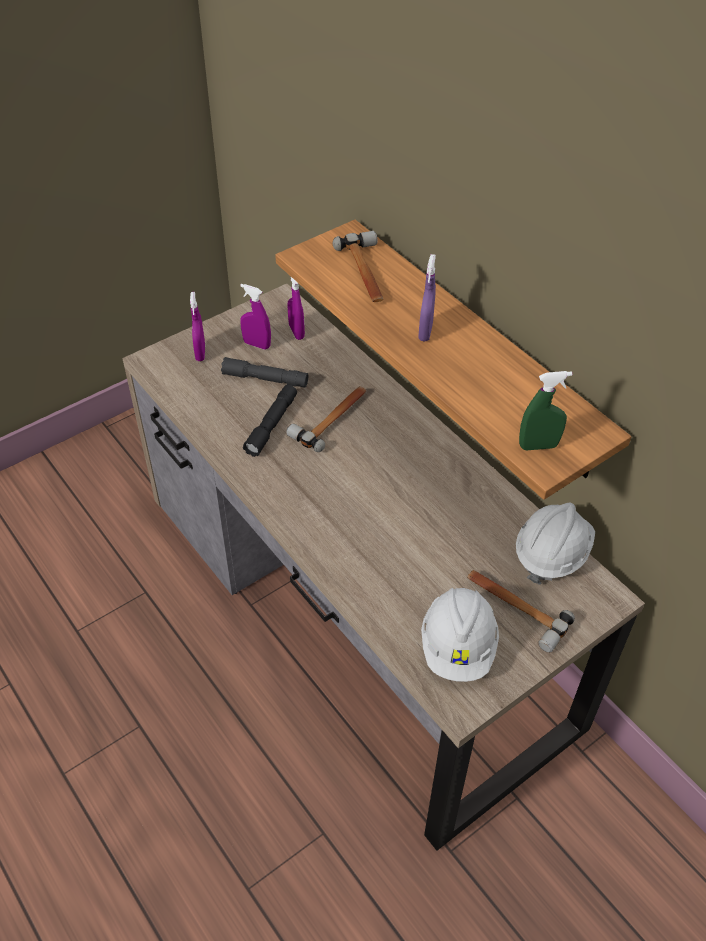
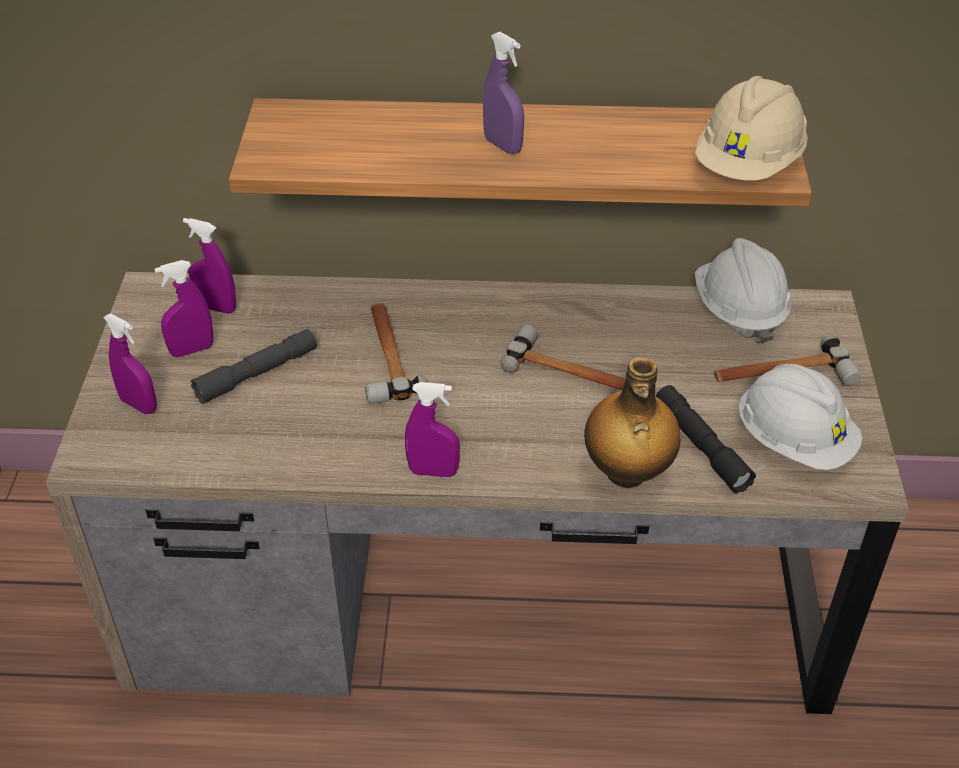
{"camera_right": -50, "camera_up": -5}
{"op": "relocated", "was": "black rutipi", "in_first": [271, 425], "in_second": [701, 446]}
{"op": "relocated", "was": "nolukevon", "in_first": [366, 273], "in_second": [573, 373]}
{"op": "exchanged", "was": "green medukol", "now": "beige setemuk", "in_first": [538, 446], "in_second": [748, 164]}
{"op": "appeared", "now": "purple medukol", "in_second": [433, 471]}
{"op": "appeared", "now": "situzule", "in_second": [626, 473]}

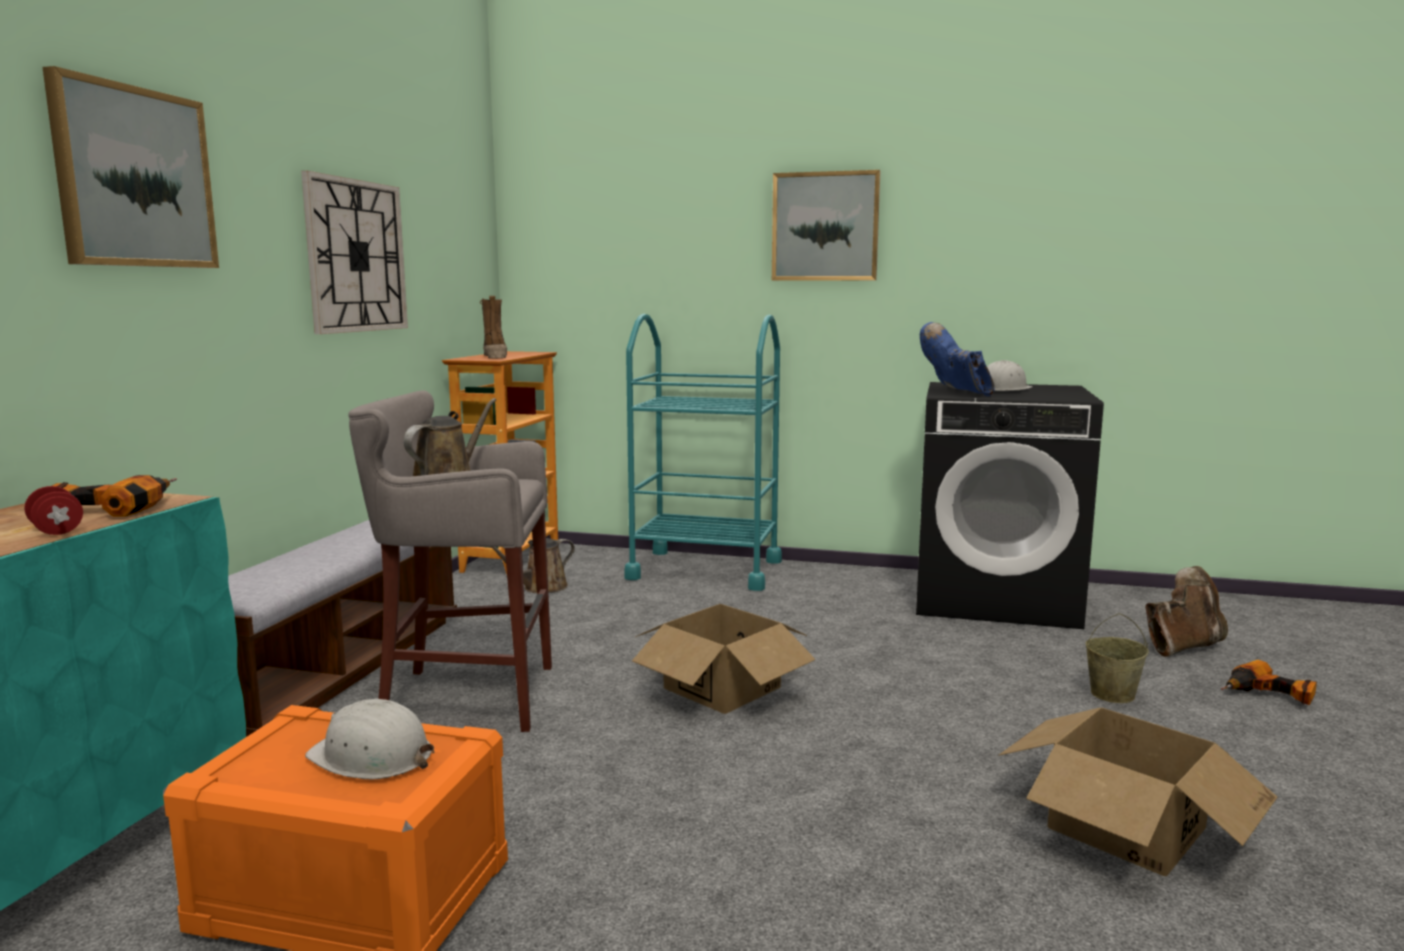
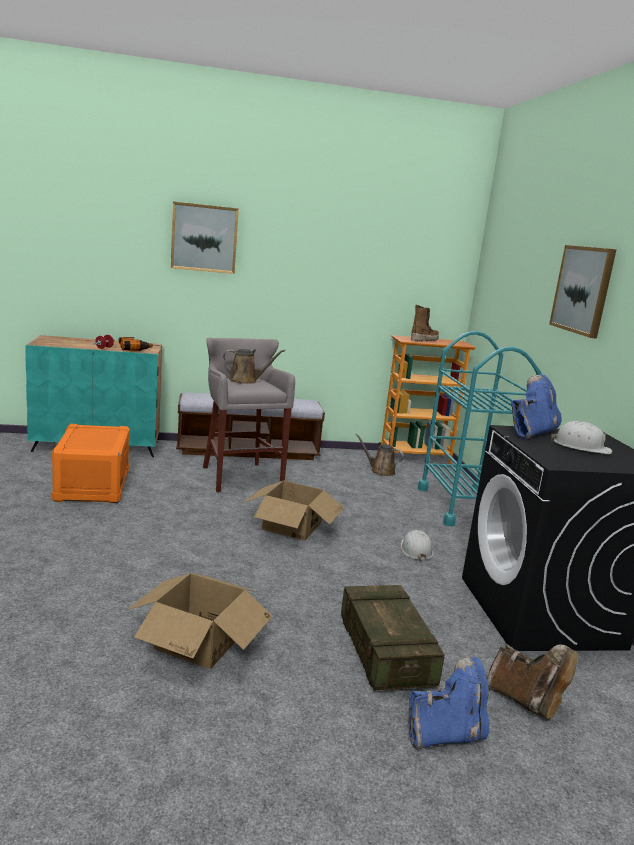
{"camera_right": 65, "camera_up": 5}
{"op": "missing", "was": "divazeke", "in_first": [356, 256]}
{"op": "relocated", "was": "white setemuk", "in_first": [371, 756], "in_second": [415, 550]}
{"op": "exchanged", "was": "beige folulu", "now": "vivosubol", "in_first": [1112, 694], "in_second": [385, 653]}
{"op": "exchanged", "was": "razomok", "now": "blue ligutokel", "in_first": [1268, 696], "in_second": [446, 734]}

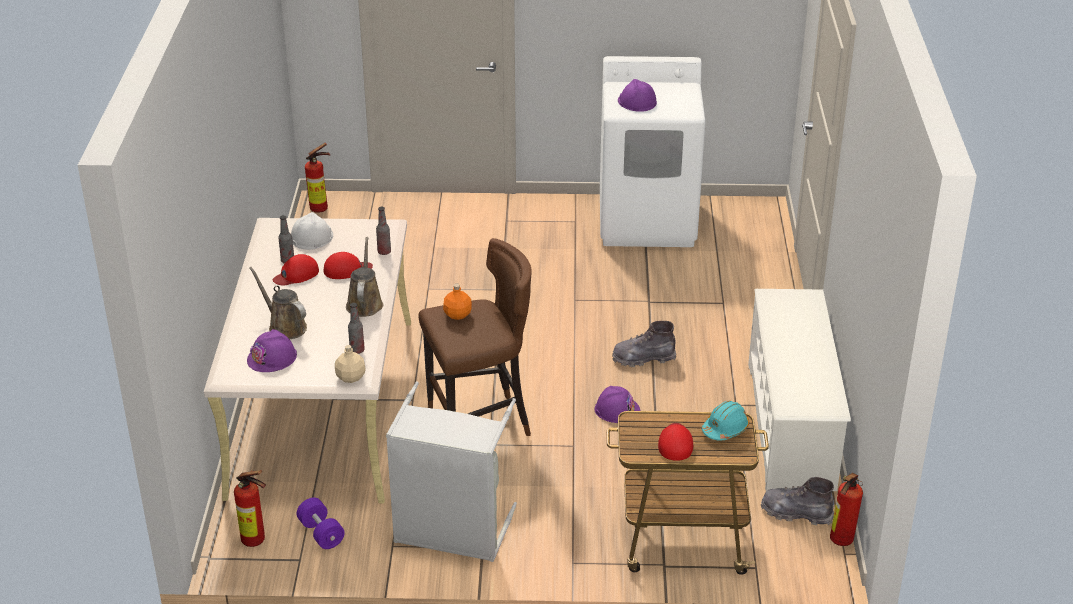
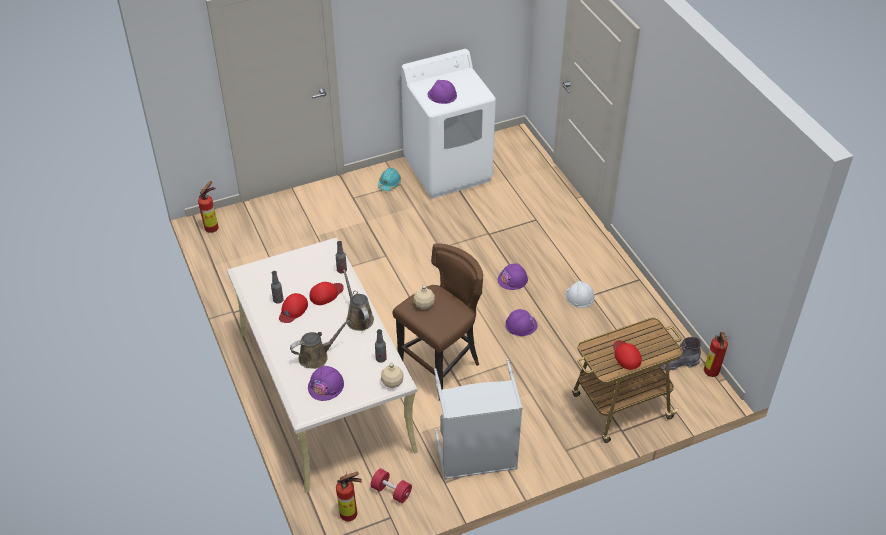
{"camera_right": -25, "camera_up": 10}
{"op": "spun", "was": "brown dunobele", "in_first": [285, 326], "in_second": [316, 356], "clockwise": 135}
{"op": "relocated", "was": "white setemuk", "in_first": [311, 237], "in_second": [579, 296]}
{"op": "colour", "was": "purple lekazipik", "now": "red lekazipik", "in_first": [321, 533], "in_second": [391, 491]}
{"op": "colour", "was": "orange situzule", "now": "beige situzule", "in_first": [457, 315], "in_second": [424, 305]}
{"op": "exchanged", "was": "grey ligutokel", "now": "purple setemuk", "in_first": [643, 358], "in_second": [513, 279]}
{"op": "relocated", "was": "turquoise setemuk", "in_first": [725, 429], "in_second": [389, 183]}
{"op": "missing", "was": "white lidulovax", "in_first": [791, 426]}

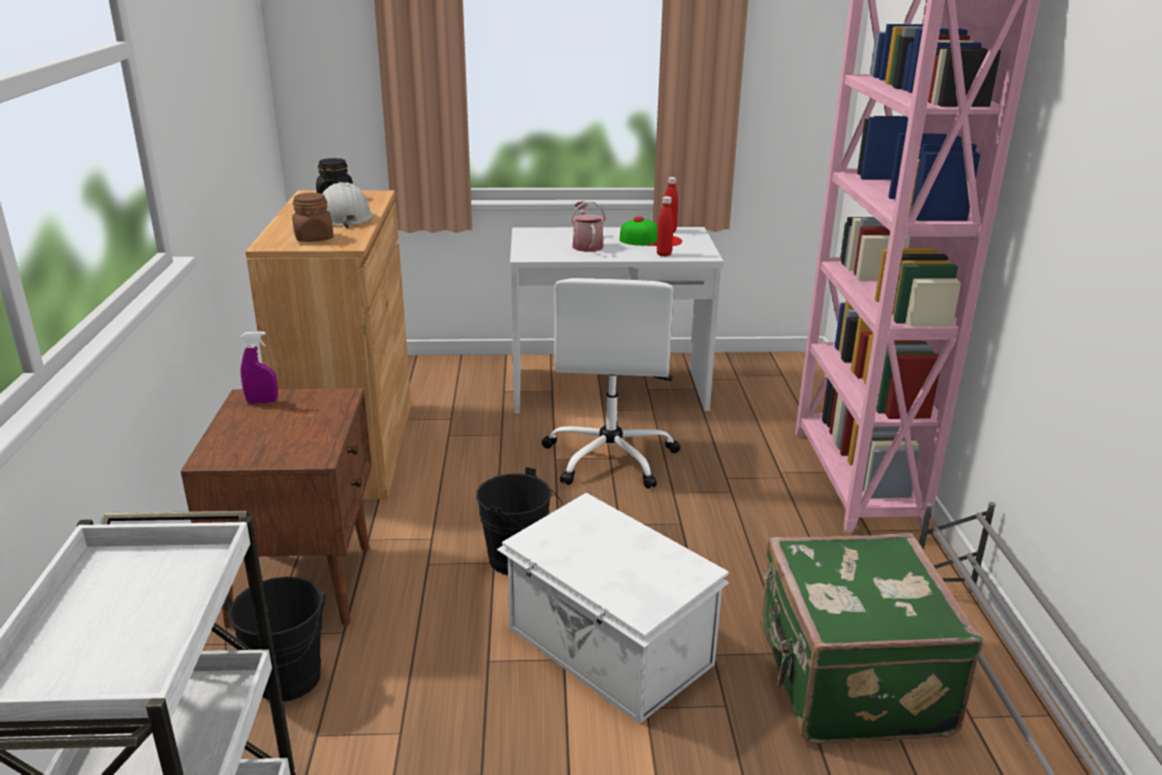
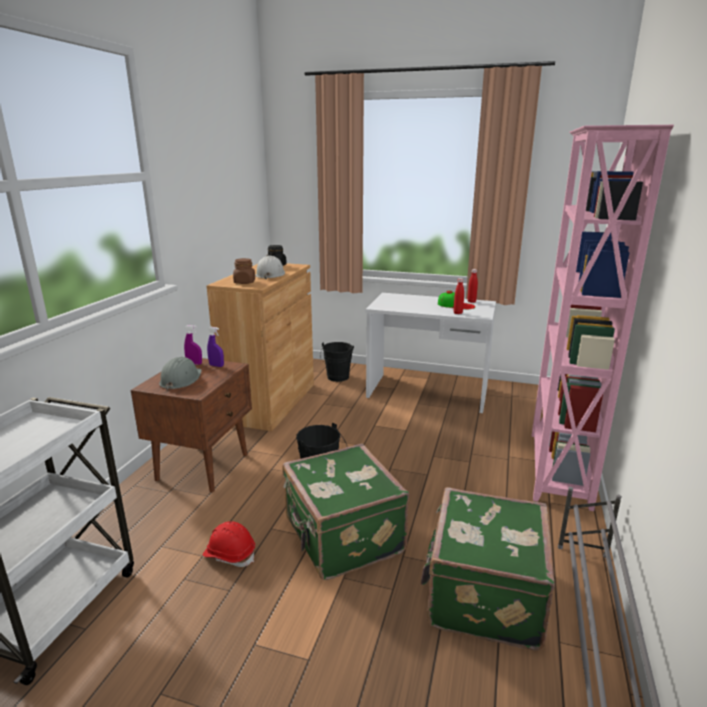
{"camera_right": 20, "camera_up": -5}
{"op": "relocated", "was": "black folulu", "in_first": [286, 684], "in_second": [337, 378]}
{"op": "exchanged", "was": "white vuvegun", "now": "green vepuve", "in_first": [608, 648], "in_second": [342, 537]}
{"op": "missing", "was": "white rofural", "in_first": [610, 457]}
{"op": "missing", "was": "dunobele", "in_first": [586, 245]}
{"op": "appeared", "now": "grey setemuk", "in_second": [180, 379]}
{"op": "appeared", "now": "red setemuk", "in_second": [230, 554]}
{"op": "appeared", "now": "purple medukol", "in_second": [216, 365]}

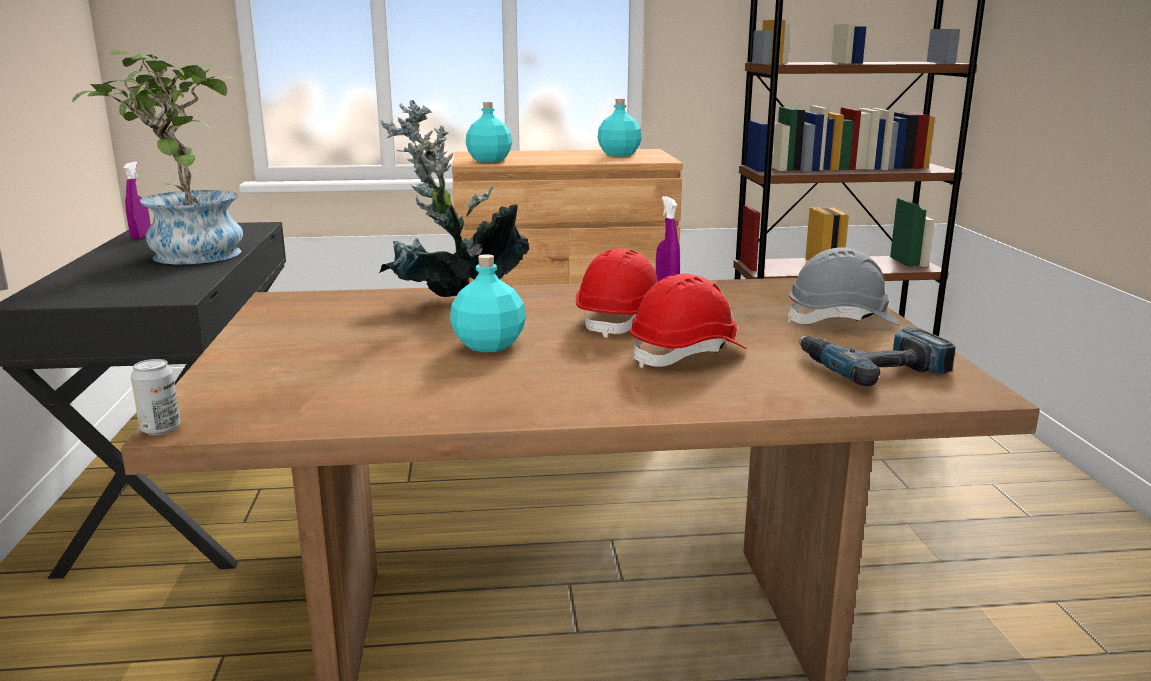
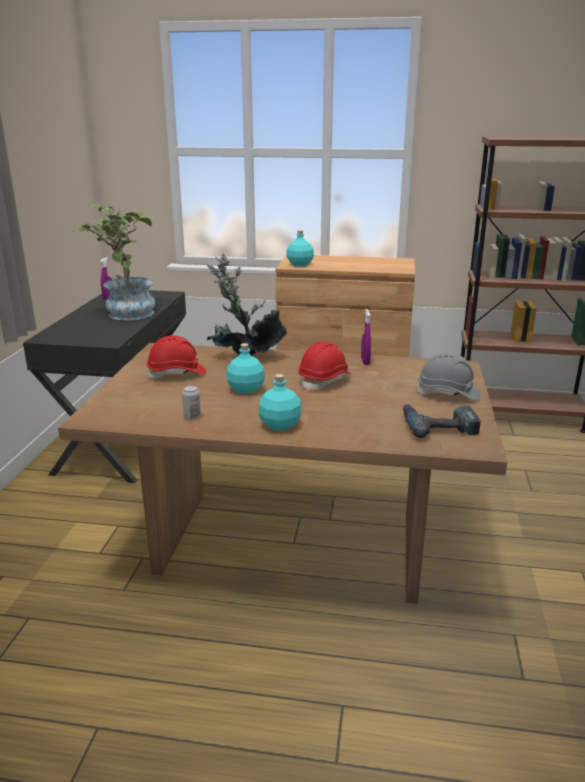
{"camera_right": 15, "camera_up": 5}
{"op": "relocated", "was": "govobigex", "in_first": [160, 429], "in_second": [192, 417]}
{"op": "relocated", "was": "turquoise situzule", "in_first": [618, 154], "in_second": [279, 425]}
{"op": "relocated", "was": "red setemuk", "in_first": [687, 354], "in_second": [177, 374]}

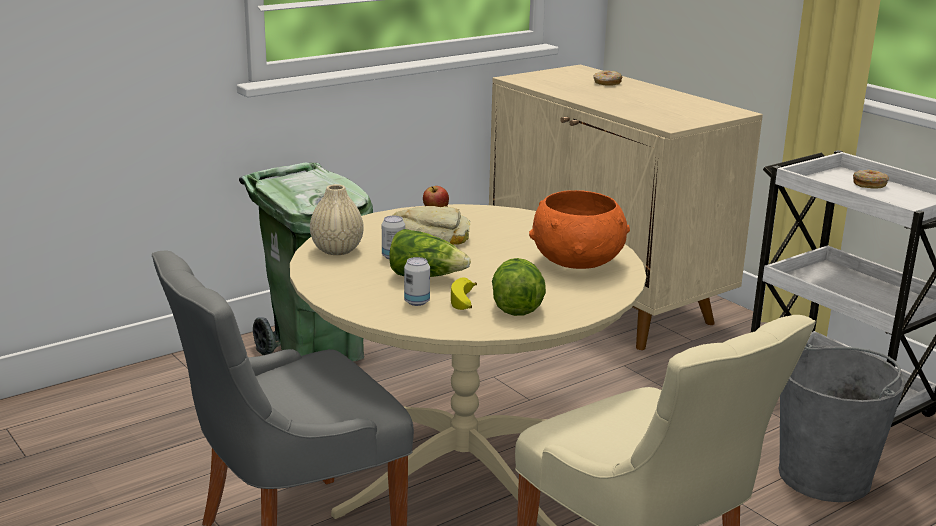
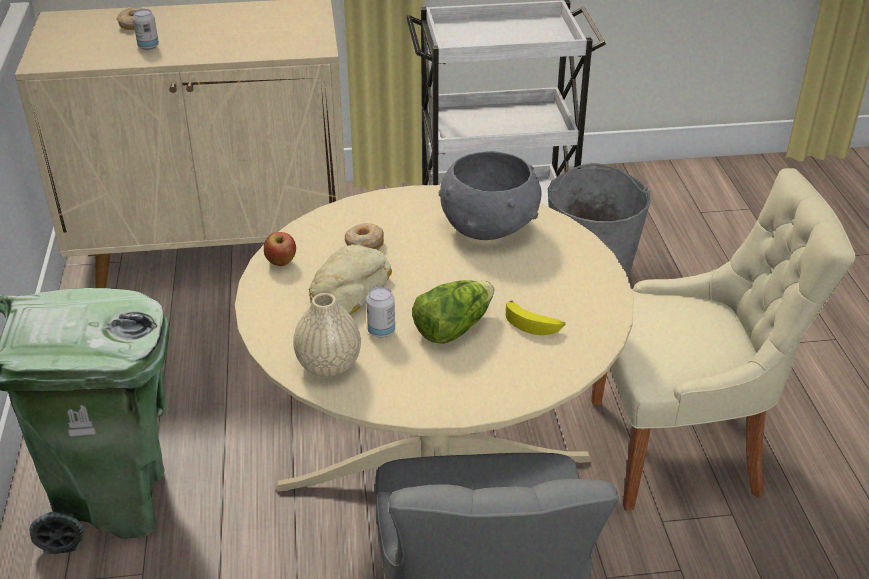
{"camera_right": -60, "camera_up": 15}
{"op": "relocated", "was": "govobigex", "in_first": [417, 302], "in_second": [148, 46]}
{"op": "missing", "was": "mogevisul", "in_first": [515, 304]}
{"op": "colour", "was": "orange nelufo", "now": "grey nelufo", "in_first": [577, 263], "in_second": [489, 228]}
{"op": "relocated", "was": "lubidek", "in_first": [869, 184], "in_second": [364, 244]}

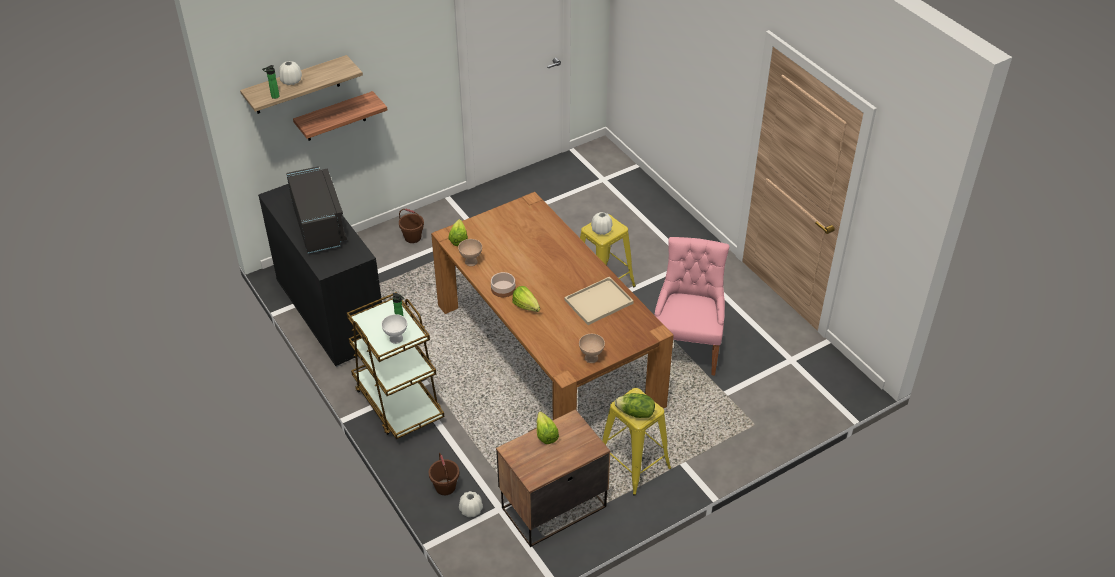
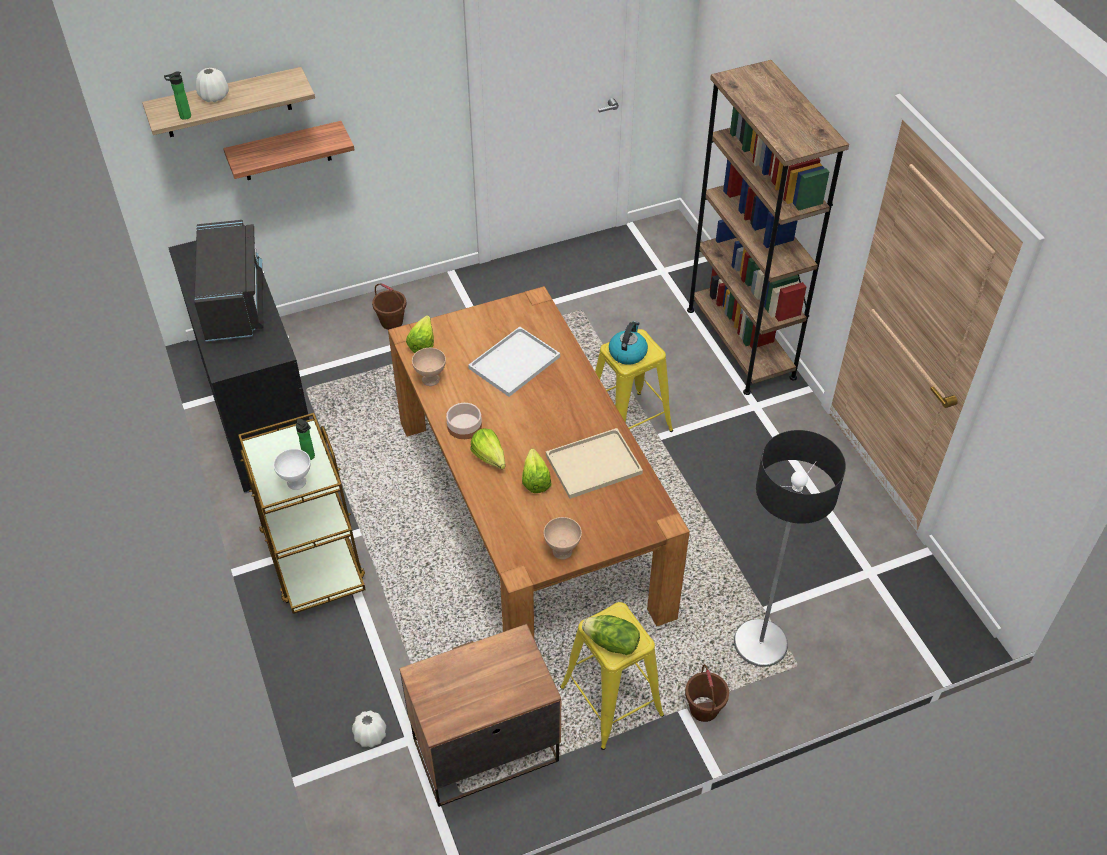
{"camera_right": 10, "camera_up": 5}
{"op": "relocated", "was": "brown folulu", "in_first": [445, 487], "in_second": [704, 709]}
{"op": "relocated", "was": "mogevisul", "in_first": [545, 432], "in_second": [536, 477]}
{"op": "exchanged", "was": "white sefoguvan", "now": "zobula", "in_first": [601, 230], "in_second": [627, 352]}
{"op": "missing", "was": "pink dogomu", "in_first": [686, 348]}
{"op": "appeared", "now": "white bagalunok", "in_second": [514, 364]}
{"op": "appeared", "now": "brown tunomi", "in_second": [740, 343]}
{"op": "appeared", "now": "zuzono", "in_second": [760, 643]}

